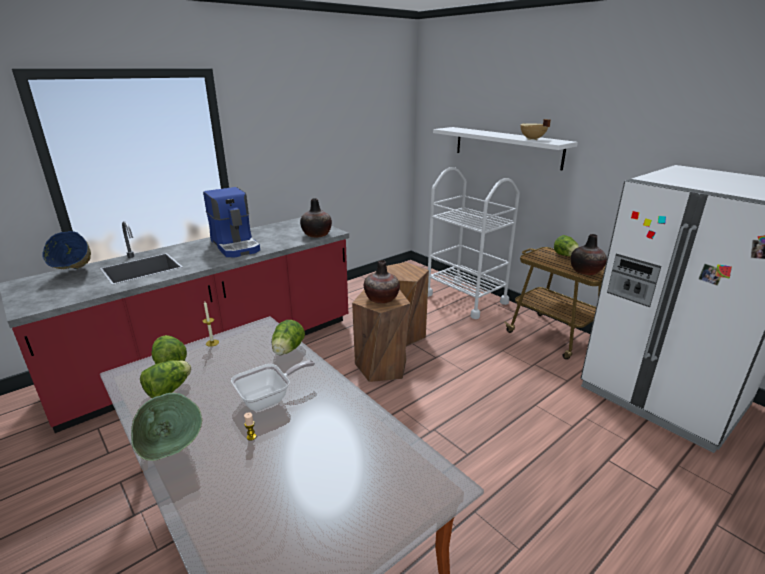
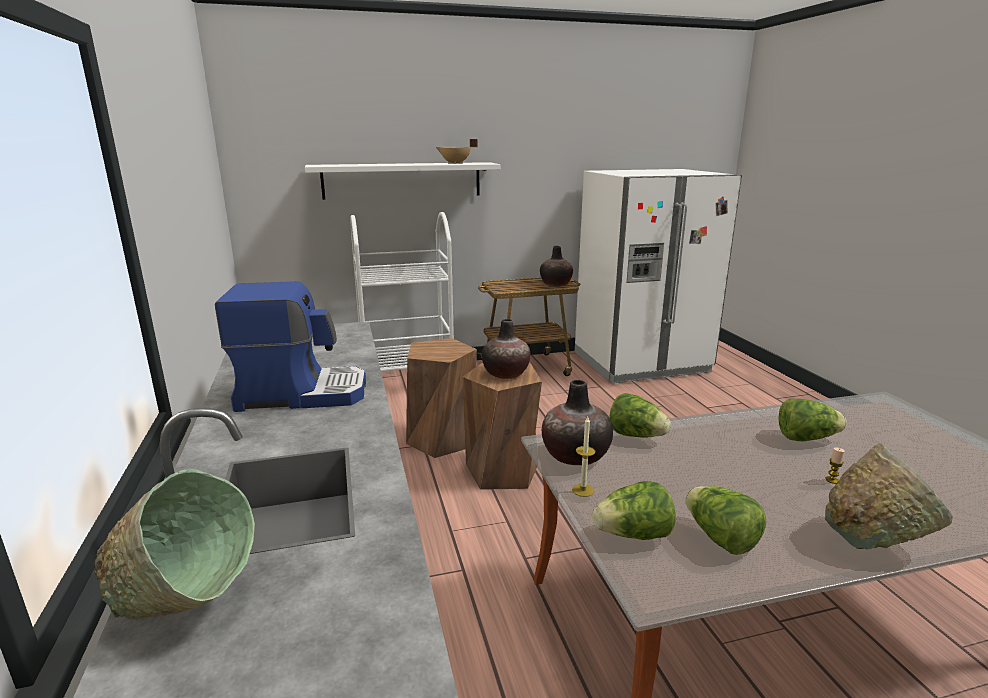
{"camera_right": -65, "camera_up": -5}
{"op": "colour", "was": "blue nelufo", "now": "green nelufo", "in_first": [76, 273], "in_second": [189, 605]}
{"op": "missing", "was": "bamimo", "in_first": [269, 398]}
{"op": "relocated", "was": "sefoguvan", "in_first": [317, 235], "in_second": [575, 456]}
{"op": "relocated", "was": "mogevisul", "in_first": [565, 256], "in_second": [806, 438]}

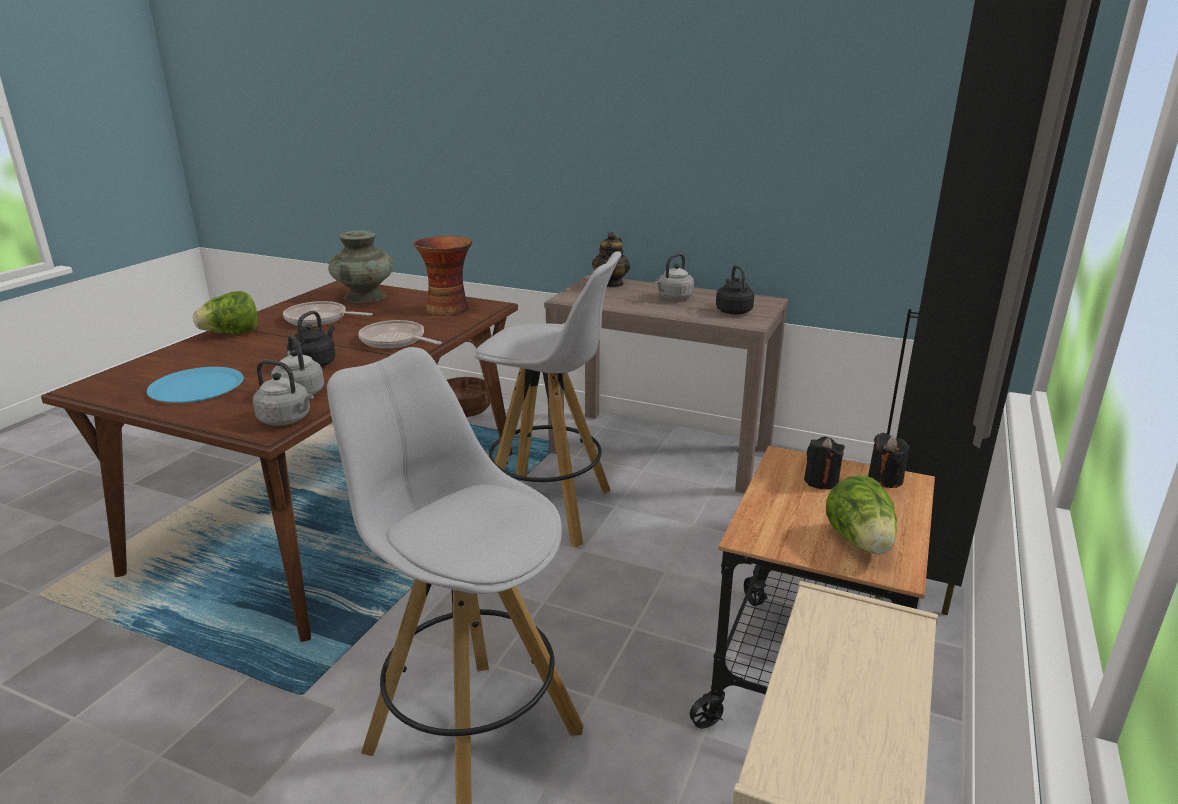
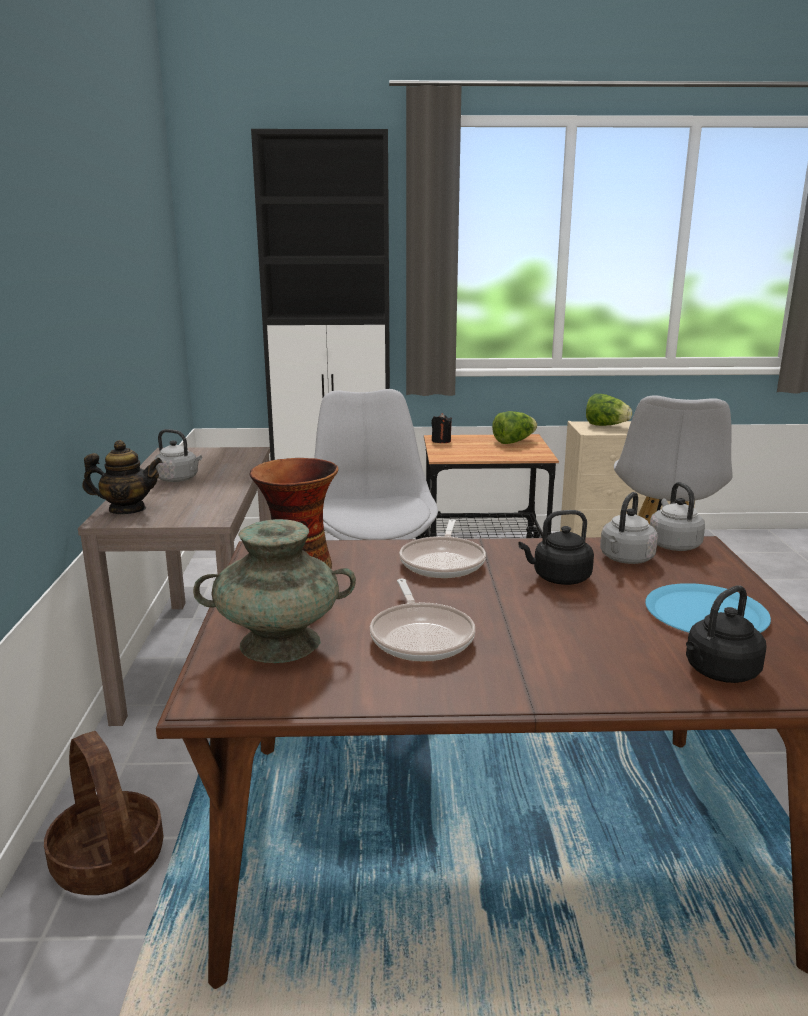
{"camera_right": -115, "camera_up": -5}
{"op": "relocated", "was": "mogevisul", "in_first": [232, 333], "in_second": [606, 425]}
{"op": "relocated", "was": "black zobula", "in_first": [733, 311], "in_second": [719, 672]}
{"op": "missing", "was": "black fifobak", "in_first": [821, 481]}

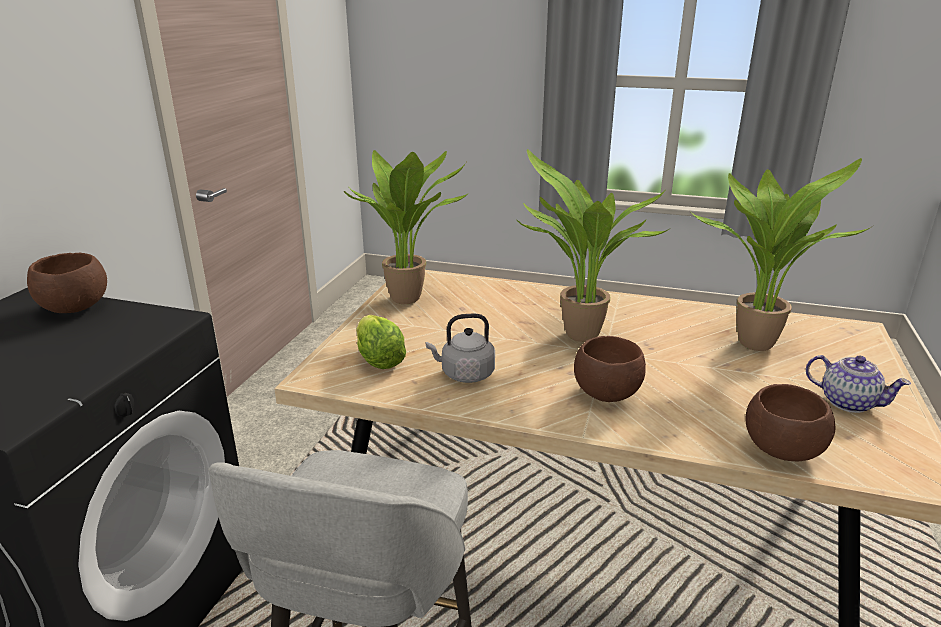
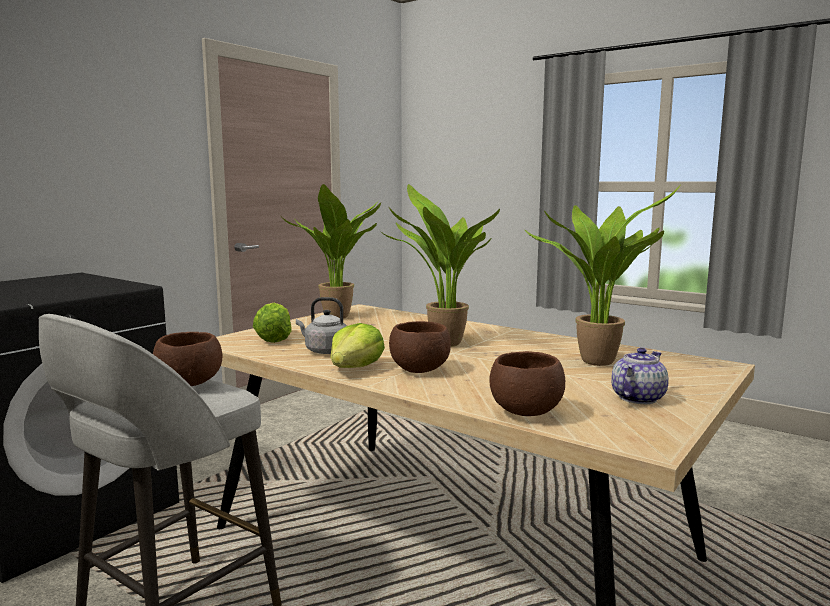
{"camera_right": 20, "camera_up": -15}
{"op": "relocated", "was": "brown nelufo", "in_first": [75, 309], "in_second": [189, 384]}
{"op": "spun", "was": "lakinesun", "in_first": [847, 402], "in_second": [637, 398], "clockwise": -105}
{"op": "appeared", "now": "mogevisul", "in_second": [355, 368]}

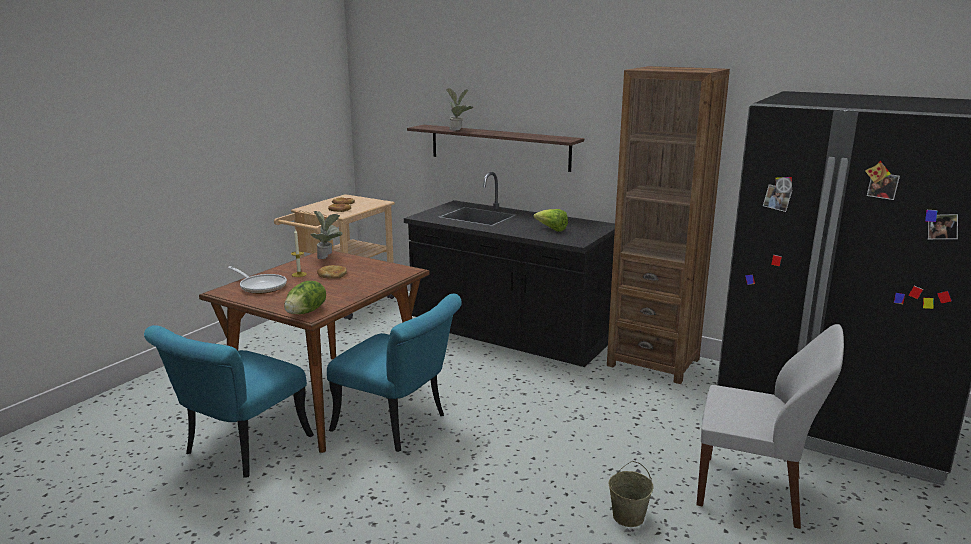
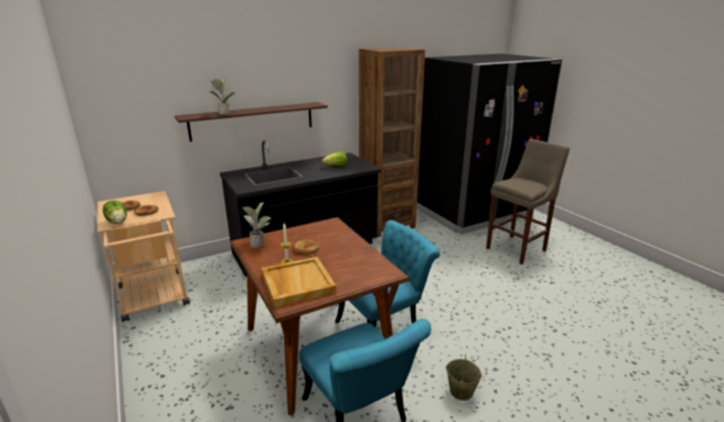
{"camera_right": -60, "camera_up": 5}
{"op": "exchanged", "was": "bamimo", "now": "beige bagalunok", "in_first": [261, 286], "in_second": [297, 283]}
{"op": "relocated", "was": "mogevisul", "in_first": [306, 312], "in_second": [118, 222]}
{"op": "relocated", "was": "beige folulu", "in_first": [628, 516], "in_second": [460, 391]}
{"op": "exchanged", "was": "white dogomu", "now": "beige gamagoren", "in_first": [753, 492], "in_second": [518, 248]}

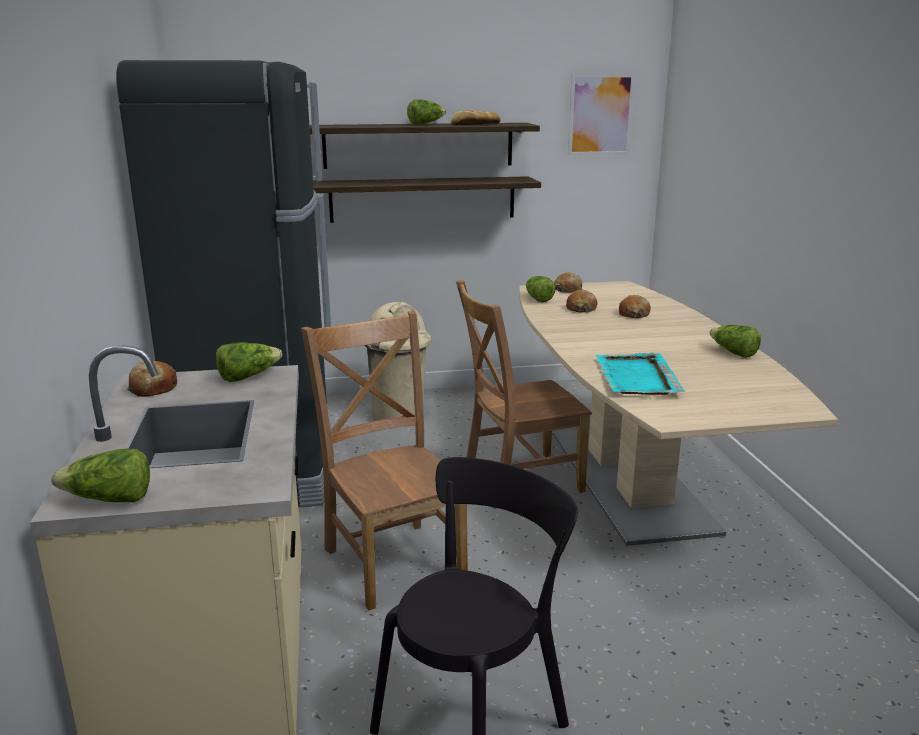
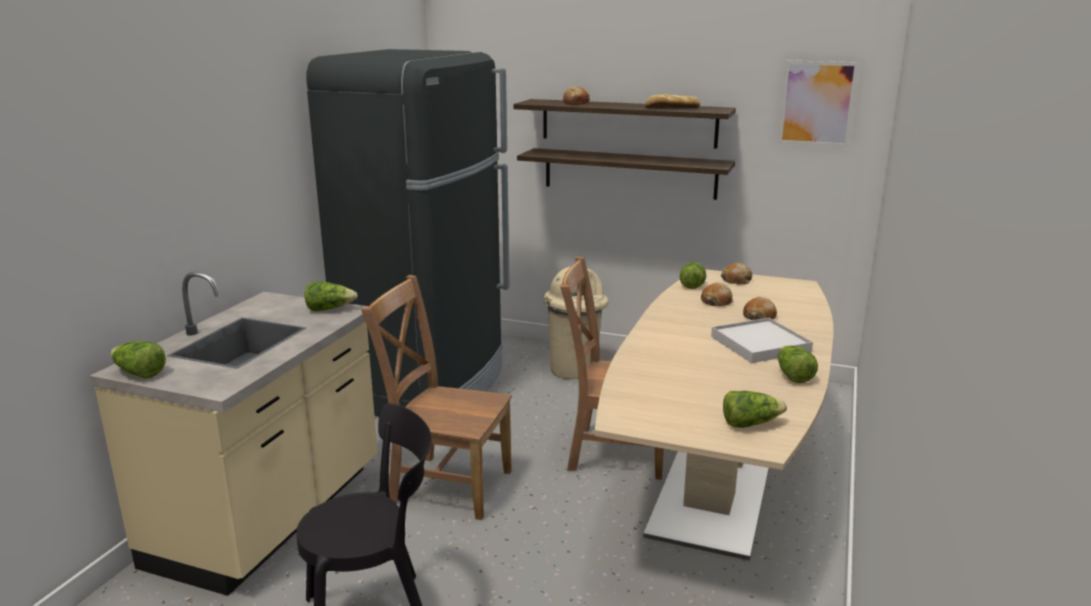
{"camera_right": 30, "camera_up": 0}
{"op": "relocated", "was": "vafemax", "in_first": [152, 388], "in_second": [575, 103]}
{"op": "spun", "was": "brown dogomu", "in_first": [392, 559], "in_second": [446, 485], "clockwise": -75}
{"op": "relocated", "was": "mogevisul", "in_first": [426, 124], "in_second": [750, 423]}
{"op": "missing", "was": "turquoise bagalunok", "in_first": [637, 378]}
{"op": "appeared", "now": "white bagalunok", "in_second": [760, 344]}

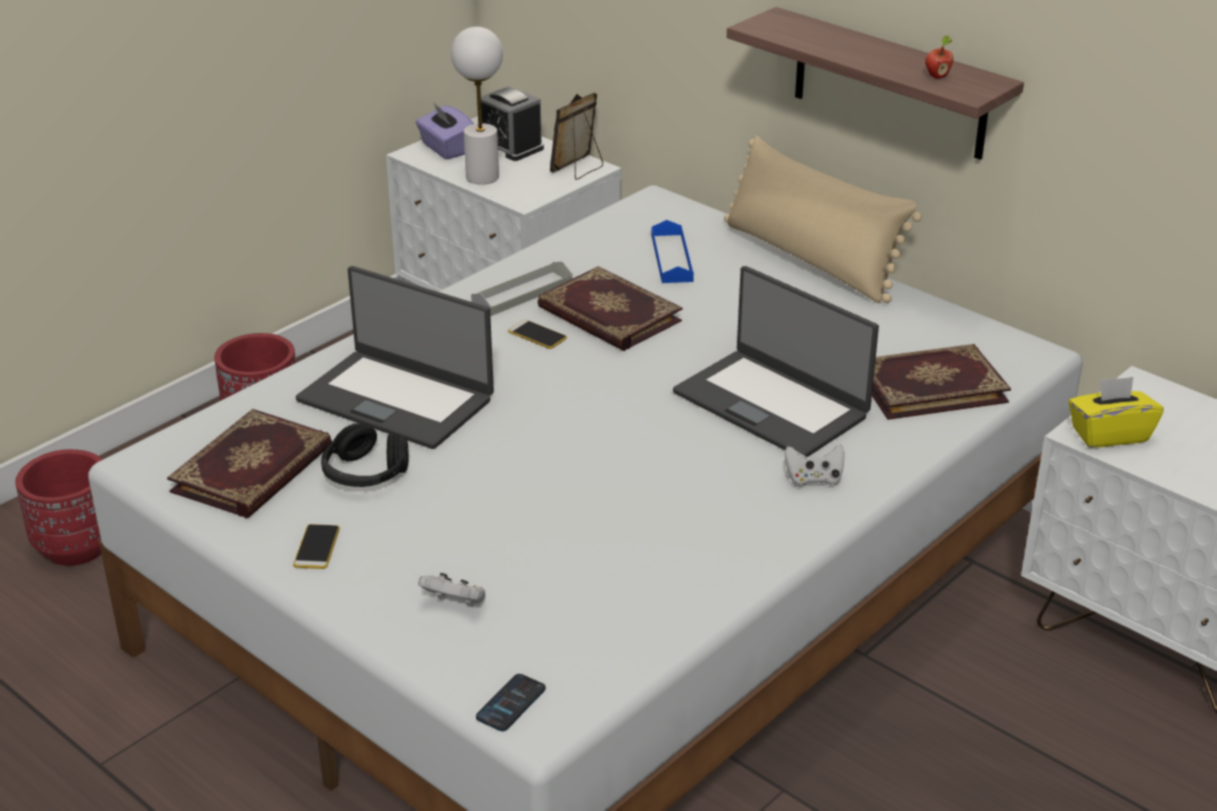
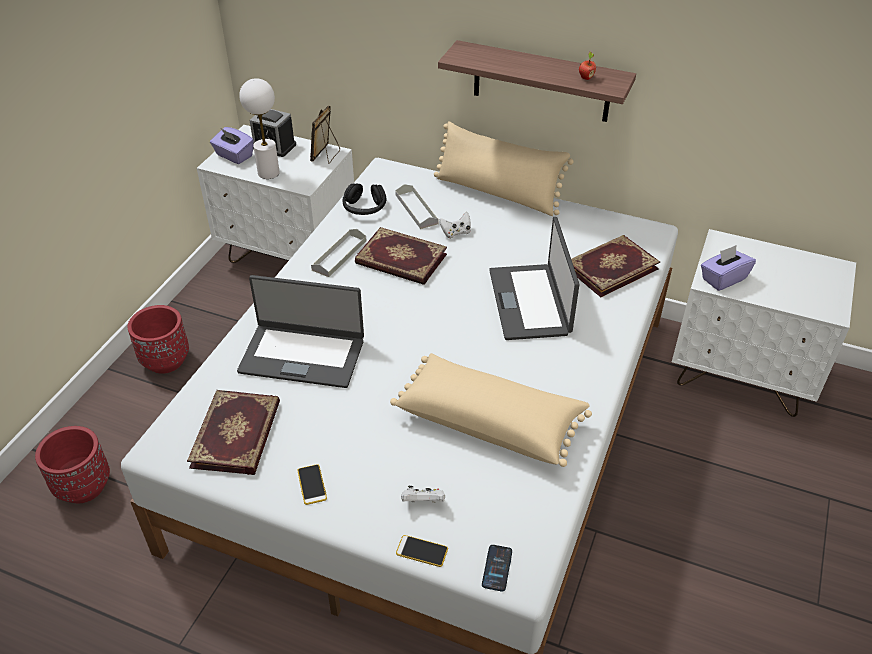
{"camera_right": -20, "camera_up": 10}
{"op": "relocated", "was": "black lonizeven", "in_first": [365, 473], "in_second": [364, 208]}
{"op": "relocated", "was": "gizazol", "in_first": [537, 335], "in_second": [422, 551]}
{"op": "colour", "was": "blue bagalunok", "now": "grey bagalunok", "in_first": [671, 258], "in_second": [416, 209]}
{"op": "spun", "was": "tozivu", "in_first": [772, 403], "in_second": [530, 302], "clockwise": 60}
{"op": "relocated", "was": "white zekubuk", "in_first": [814, 479], "in_second": [456, 233]}
{"op": "colour", "was": "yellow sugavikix", "now": "purple sugavikix", "in_first": [1109, 434], "in_second": [723, 279]}
{"op": "appeared", "now": "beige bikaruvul", "in_second": [490, 421]}

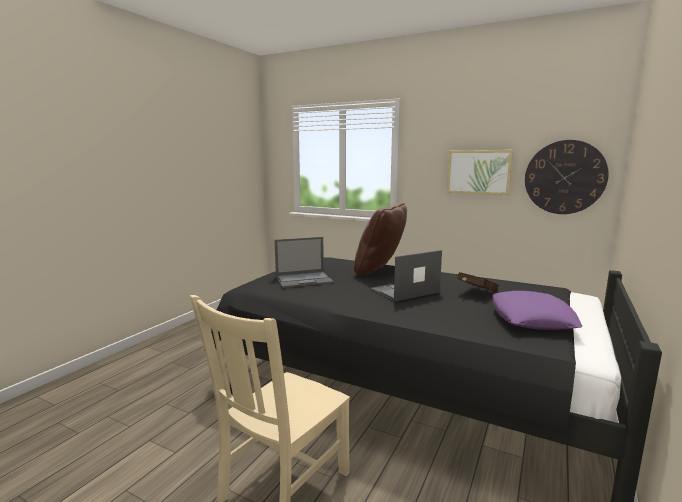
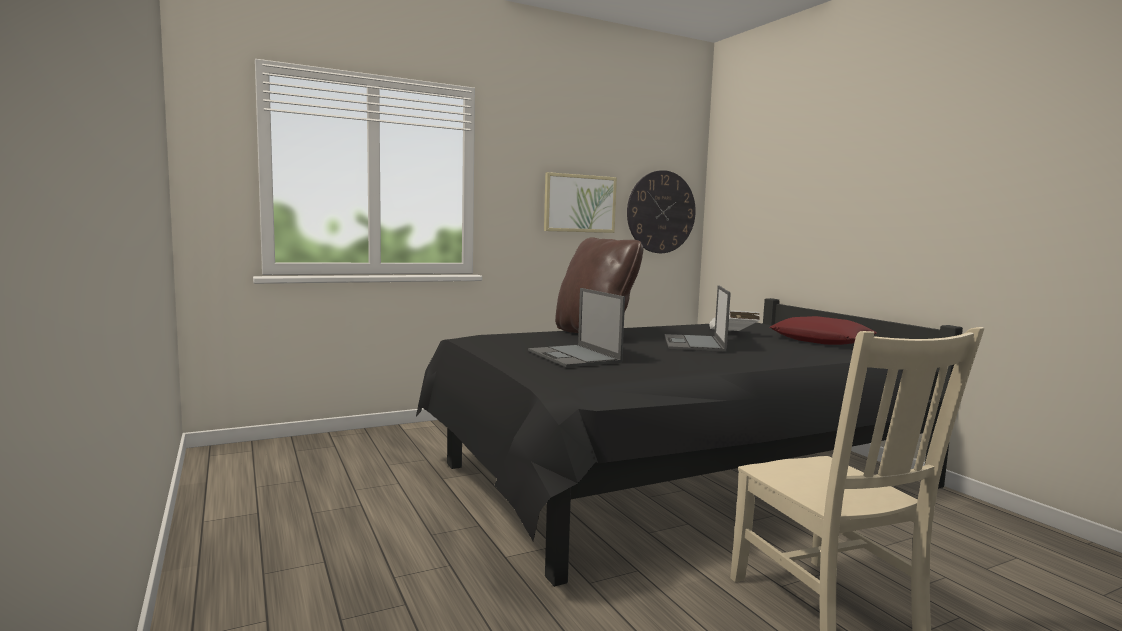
{"camera_right": -55, "camera_up": -5}
{"op": "spun", "was": "tozivu", "in_first": [304, 280], "in_second": [574, 357], "clockwise": 135}
{"op": "colour", "was": "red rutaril", "now": "white rutaril", "in_first": [475, 293], "in_second": [733, 334]}
{"op": "colour", "was": "purple bikaruvul", "now": "red bikaruvul", "in_first": [532, 318], "in_second": [821, 340]}

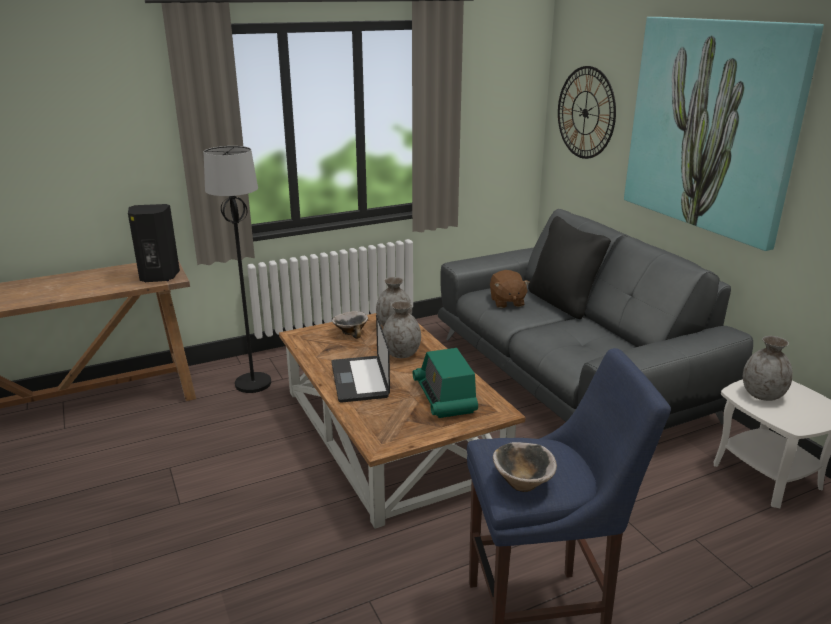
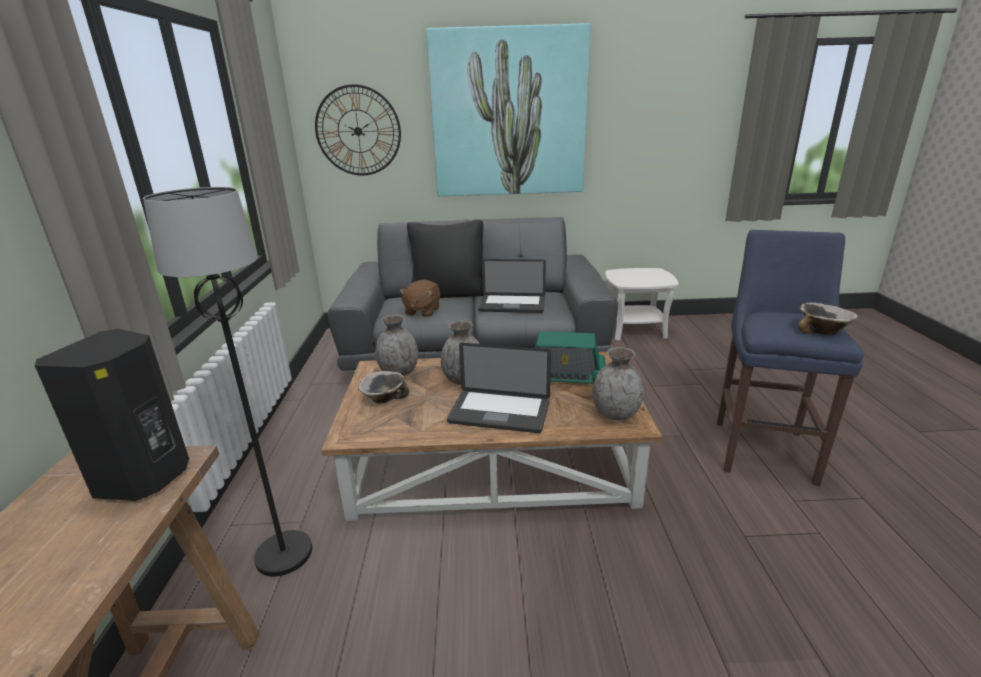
{"camera_right": -65, "camera_up": 0}
{"op": "spun", "was": "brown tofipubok", "in_first": [506, 302], "in_second": [422, 311], "clockwise": 90}
{"op": "relocated", "was": "grey sefoguvan", "in_first": [762, 395], "in_second": [616, 413]}
{"op": "appeared", "now": "tozivu", "in_second": [512, 305]}

